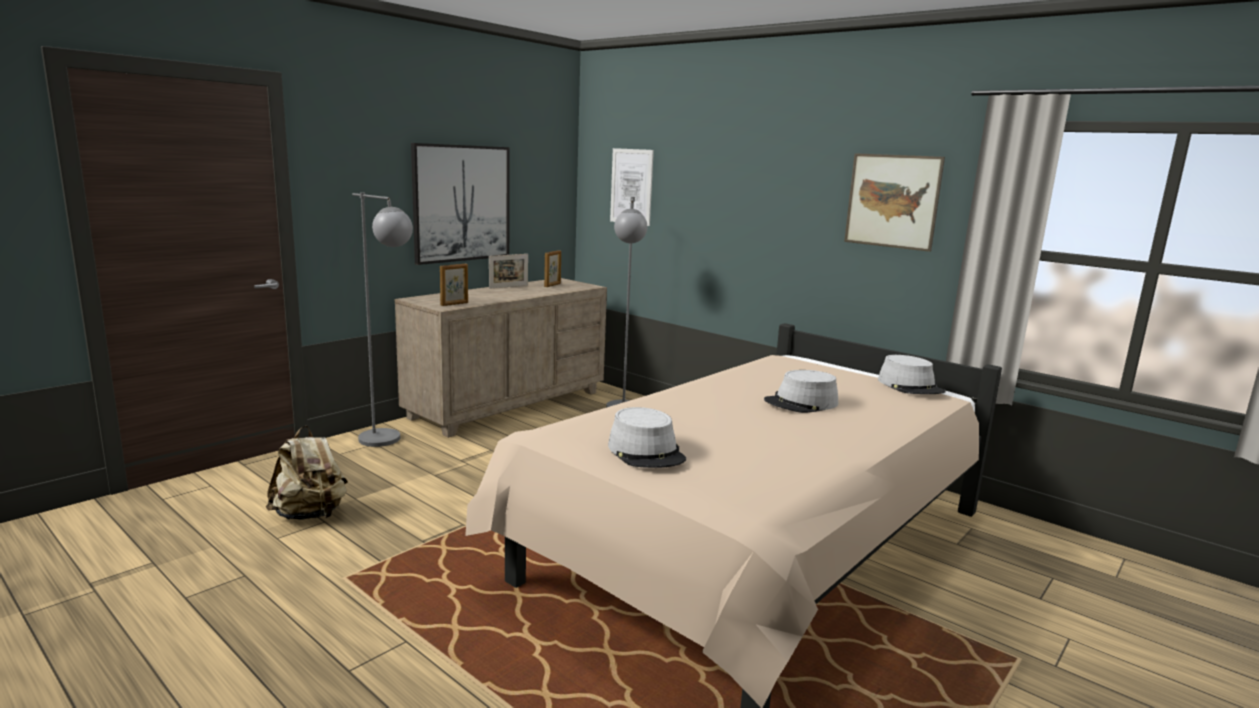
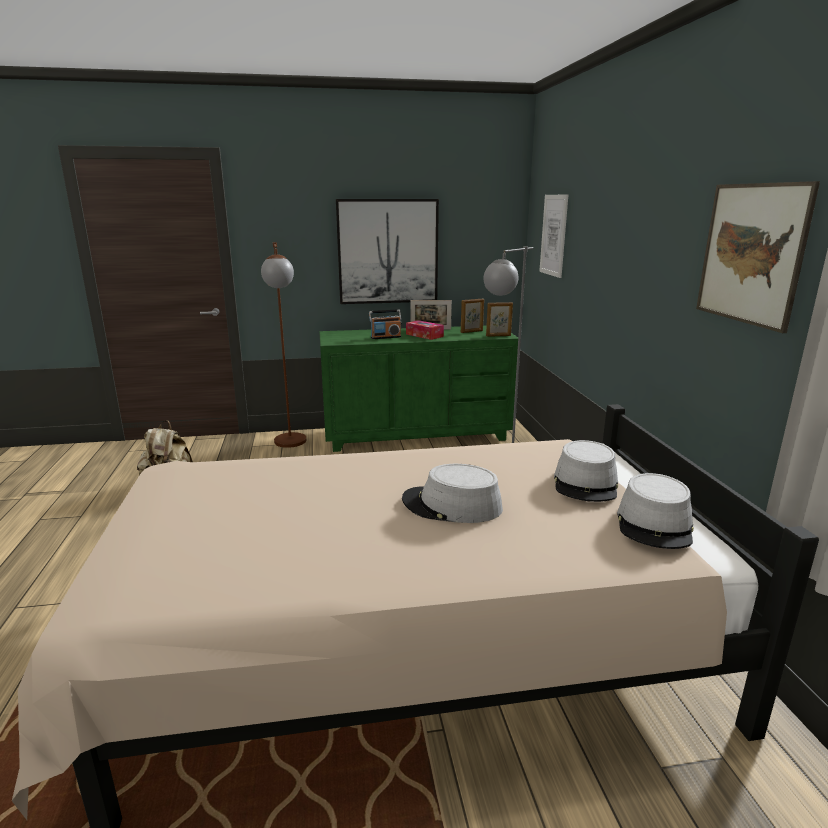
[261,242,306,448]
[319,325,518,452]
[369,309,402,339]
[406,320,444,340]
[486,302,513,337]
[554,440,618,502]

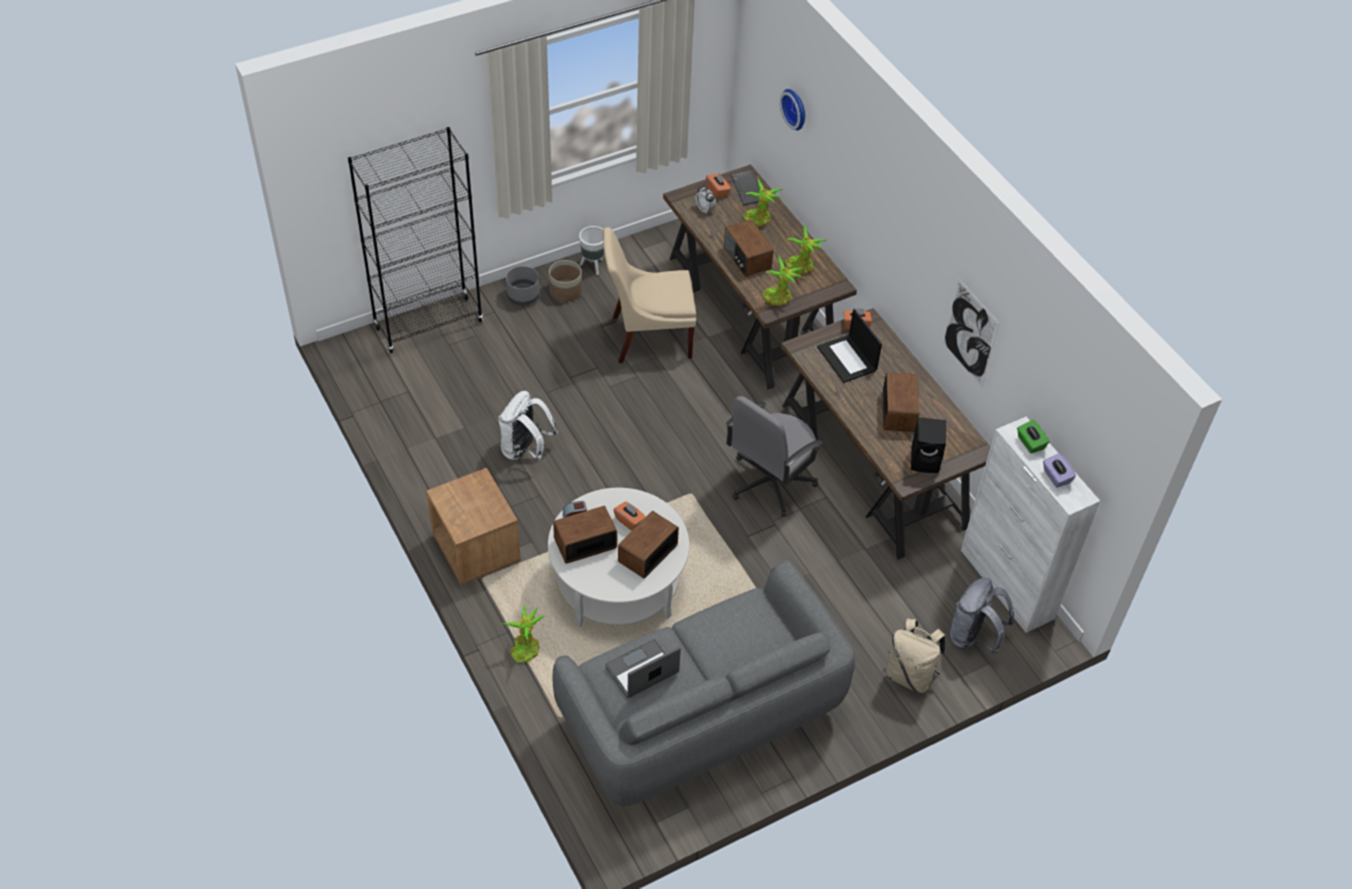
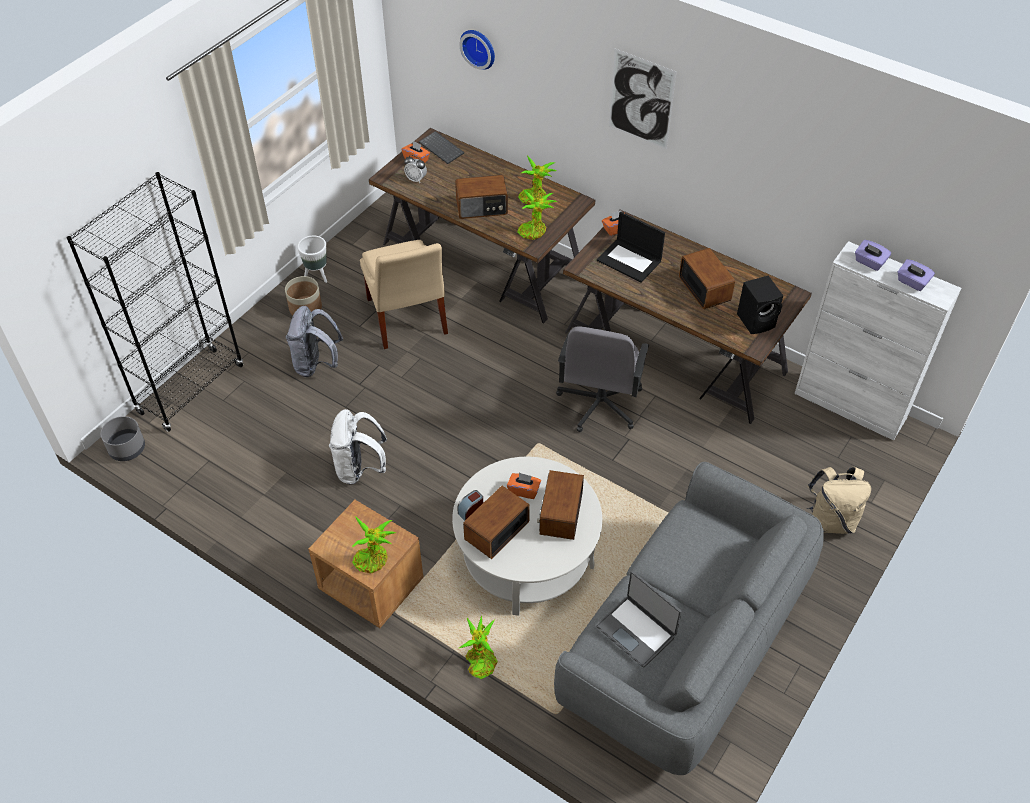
[101,416,145,461]
[286,306,343,377]
[352,516,396,573]
[360,240,448,349]
[455,175,508,219]
[596,571,682,668]
[609,49,676,149]
[855,240,891,271]

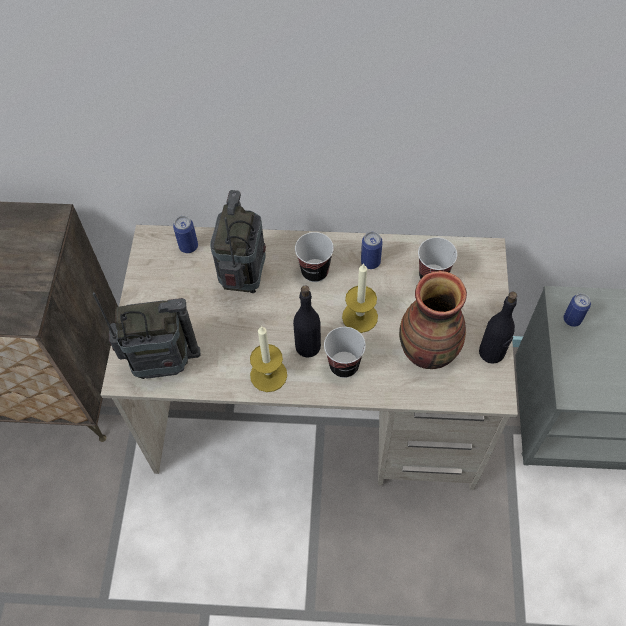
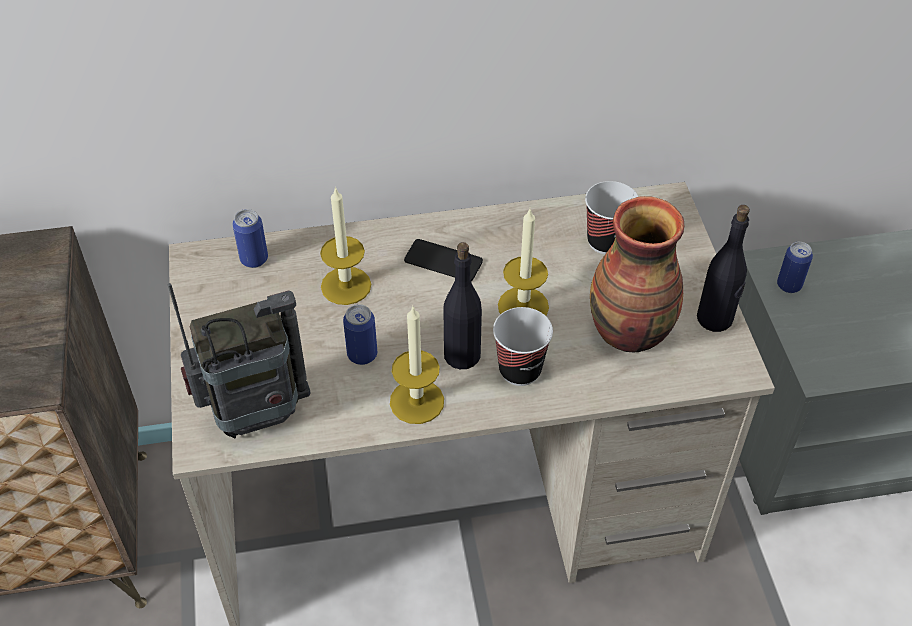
[320,186,371,305]
[343,304,377,365]
[404,239,483,281]

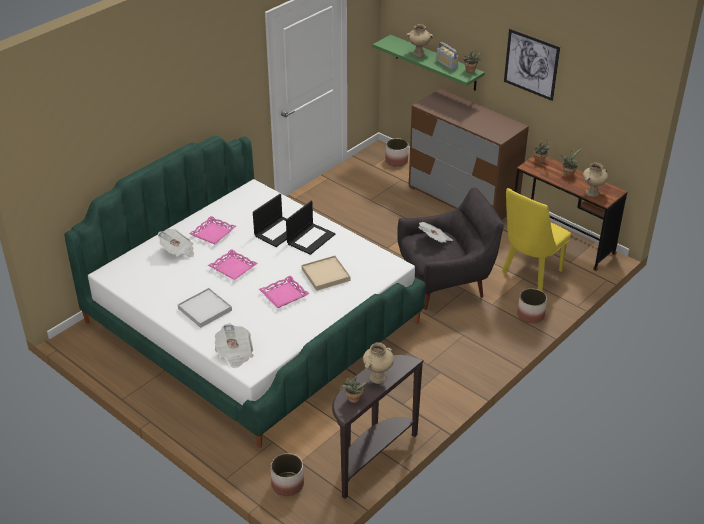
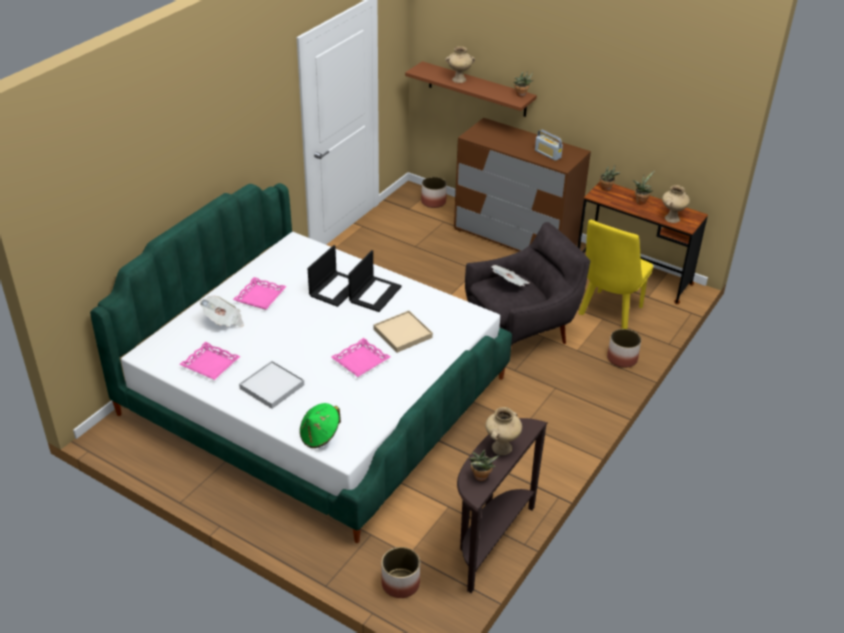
[179,342,240,380]
[300,403,341,448]
[405,61,537,117]
[535,130,563,161]
[504,29,560,101] (first image)

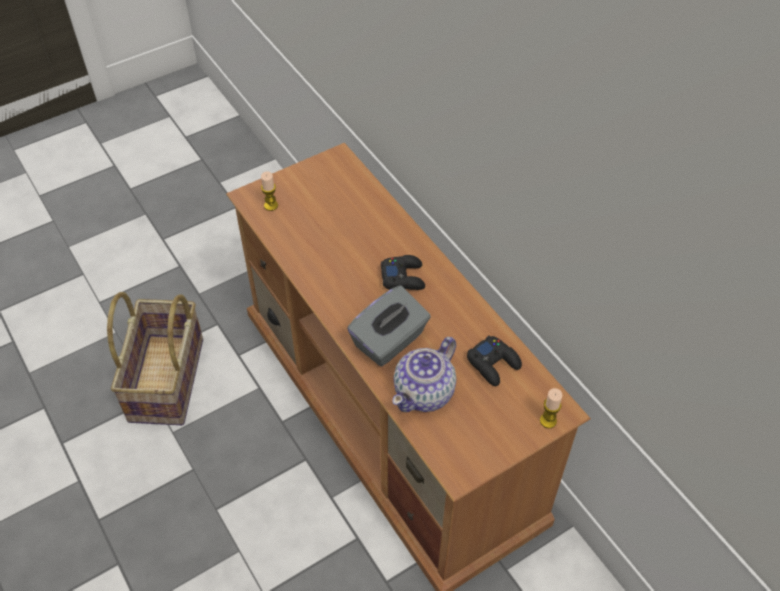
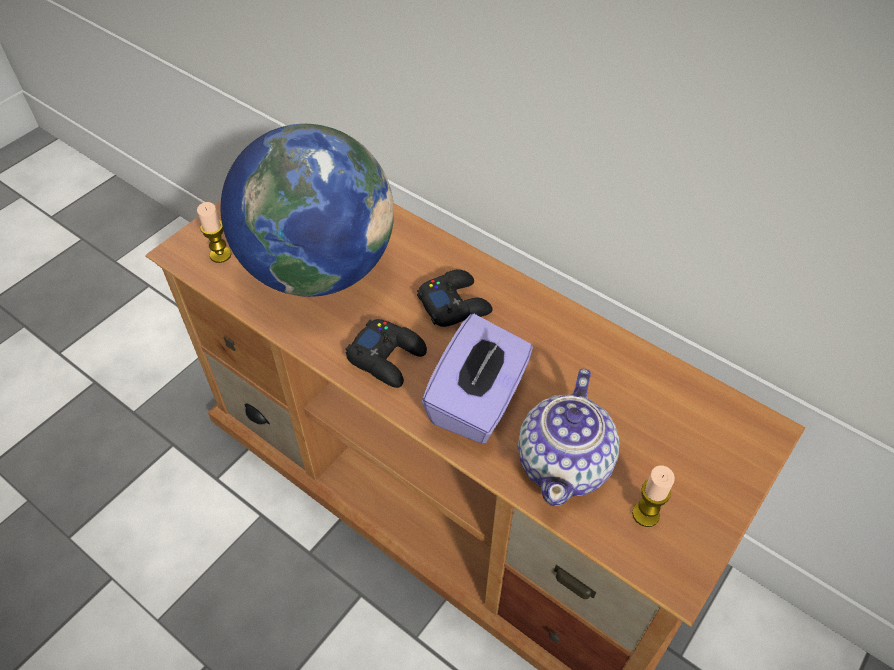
[220,124,394,297]
[346,319,427,388]
[422,314,533,444]
[632,465,675,527]
[107,292,203,425] (first image)

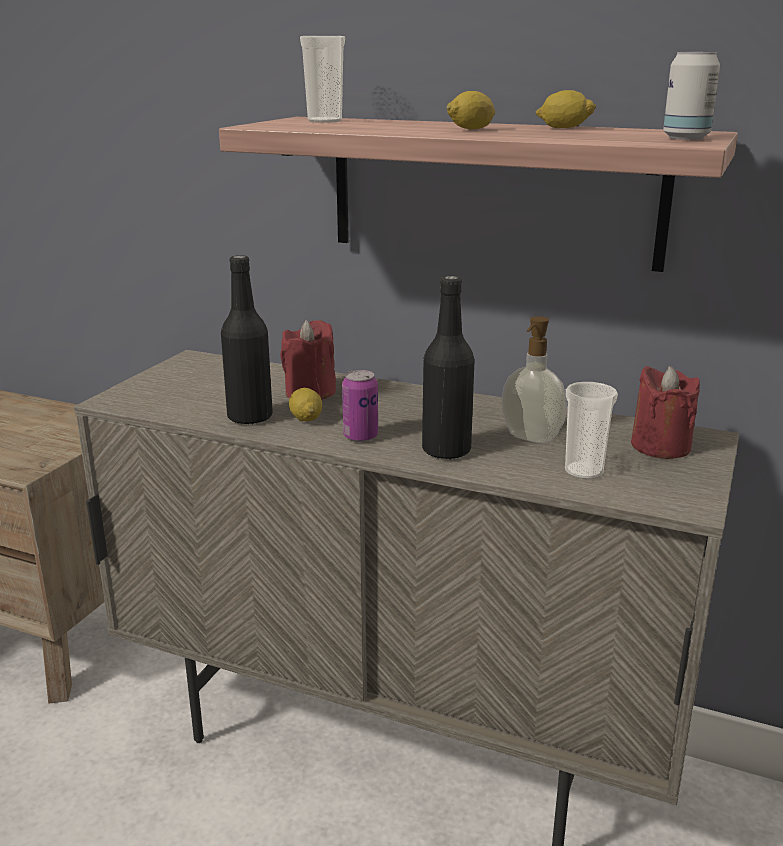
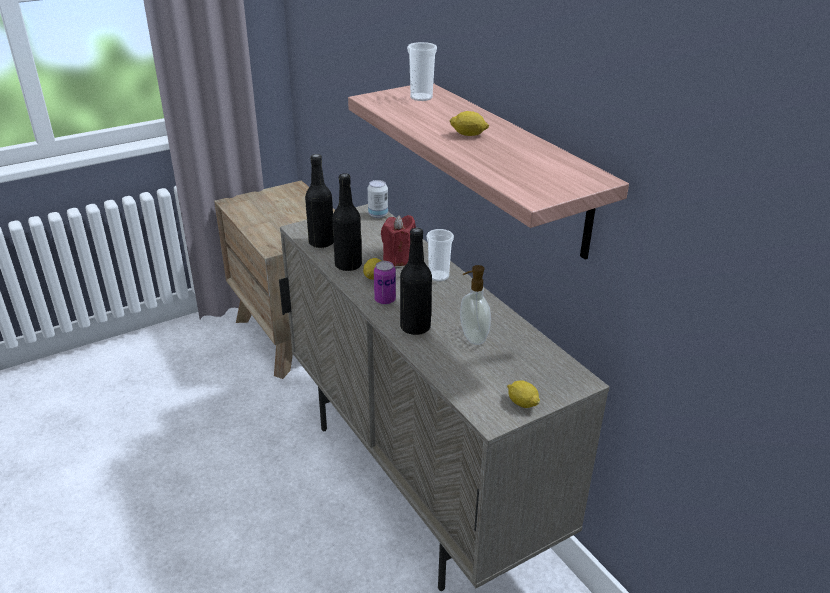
[305,154,334,248]
[368,180,388,218]
[426,229,454,282]
[507,381,540,408]
[631,366,700,459] (first image)

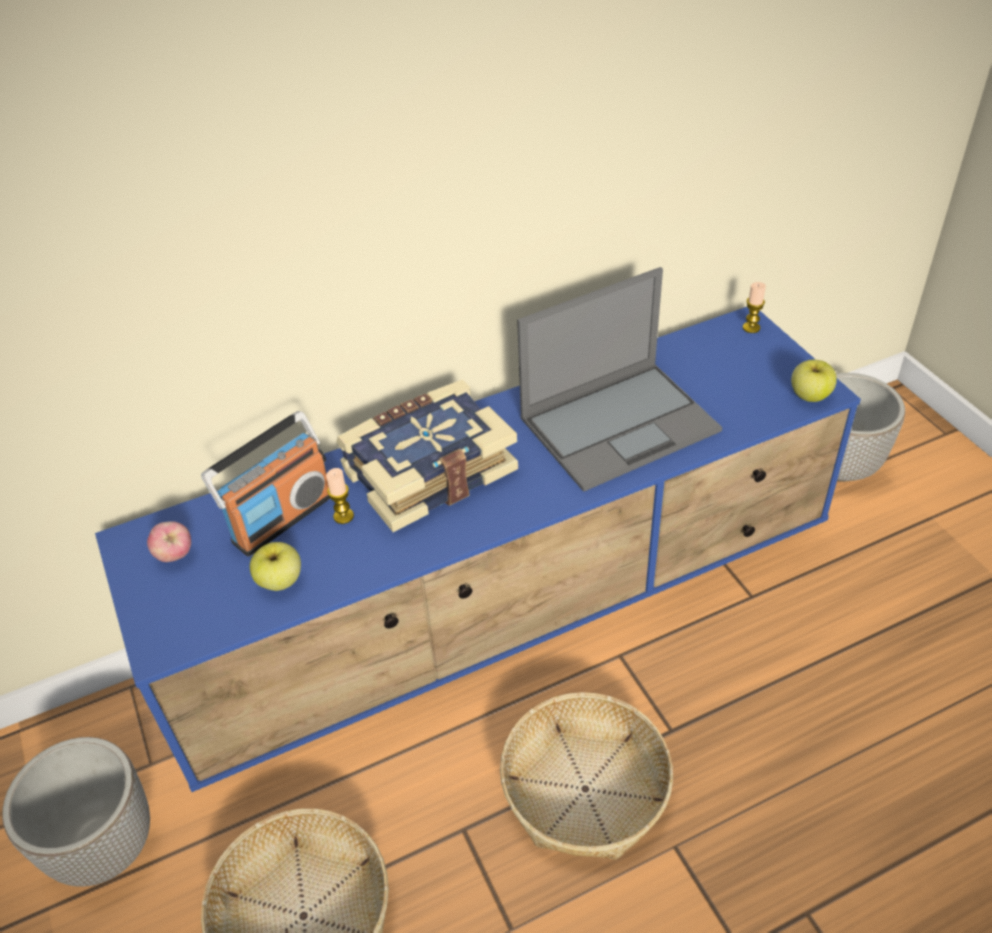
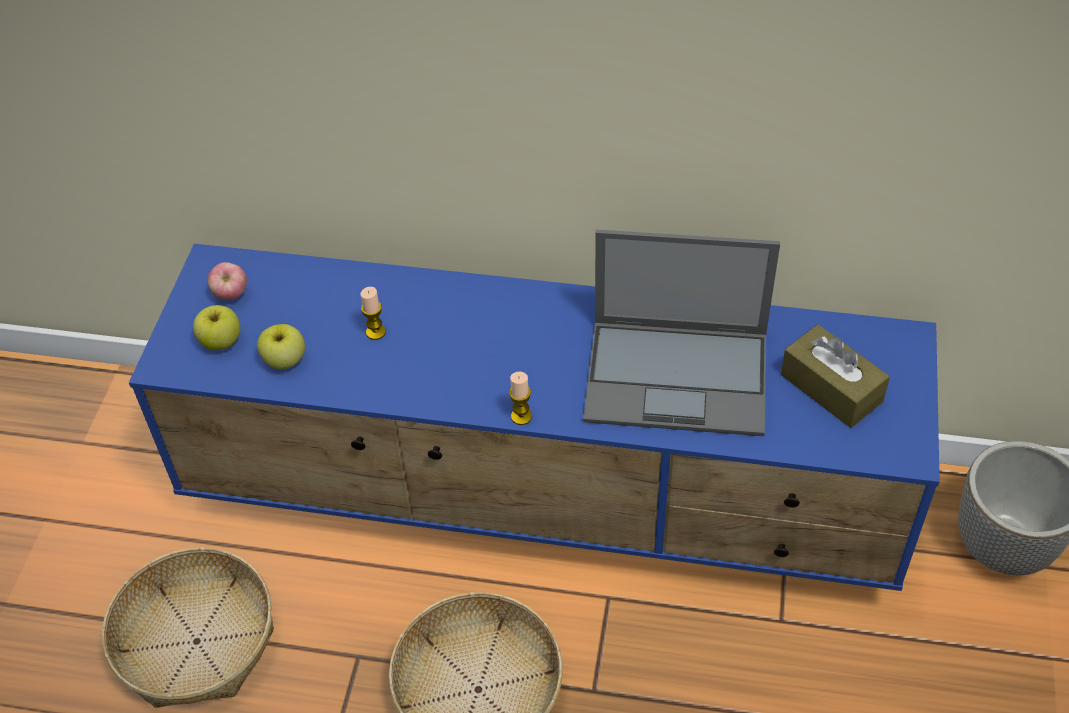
[193,305,240,350]
[509,372,532,425]
[781,324,890,428]
[2,737,150,887] (first image)
[201,411,330,557] (first image)
[336,380,518,532] (first image)

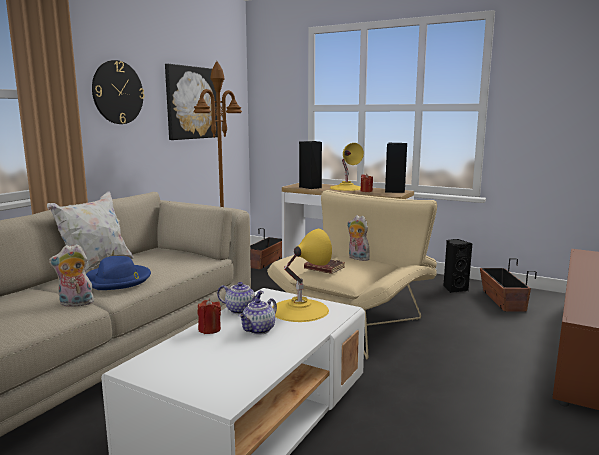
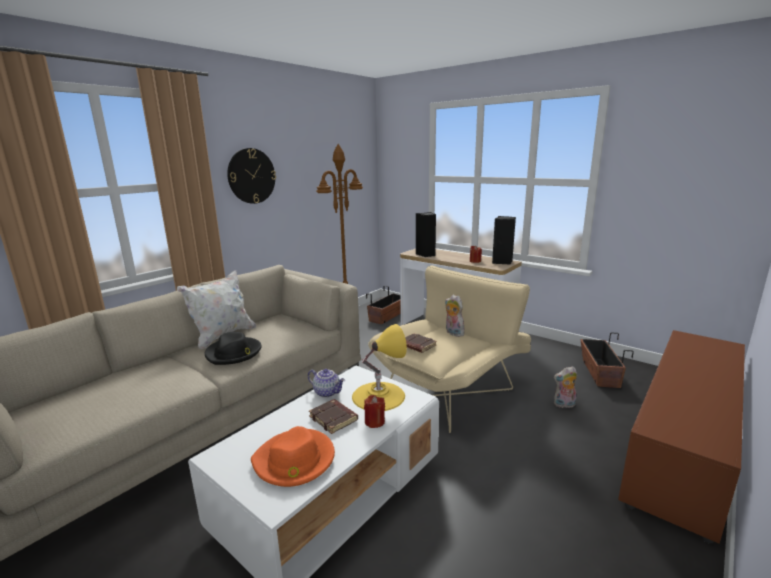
[205,332,262,365]
[251,426,335,487]
[309,399,358,434]
[364,395,385,428]
[554,366,577,408]
[165,64,218,140] (first image)
[330,143,364,191] (first image)
[443,239,472,293] (first image)

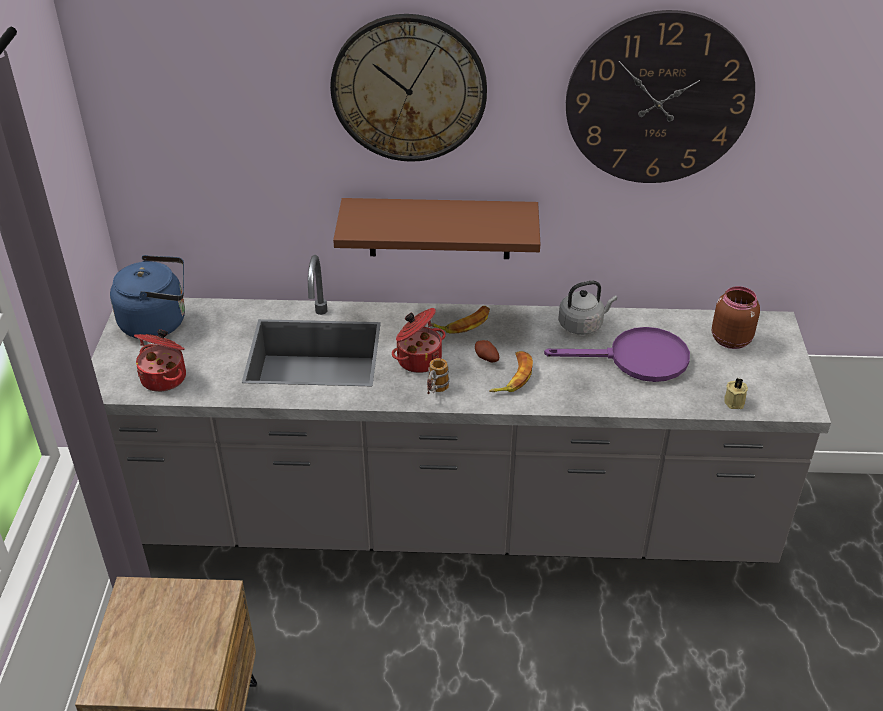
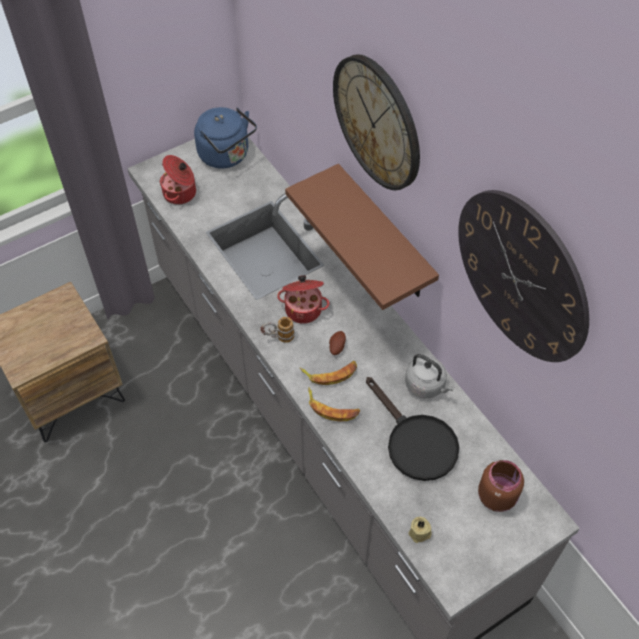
[308,387,360,421]
[366,377,460,481]

